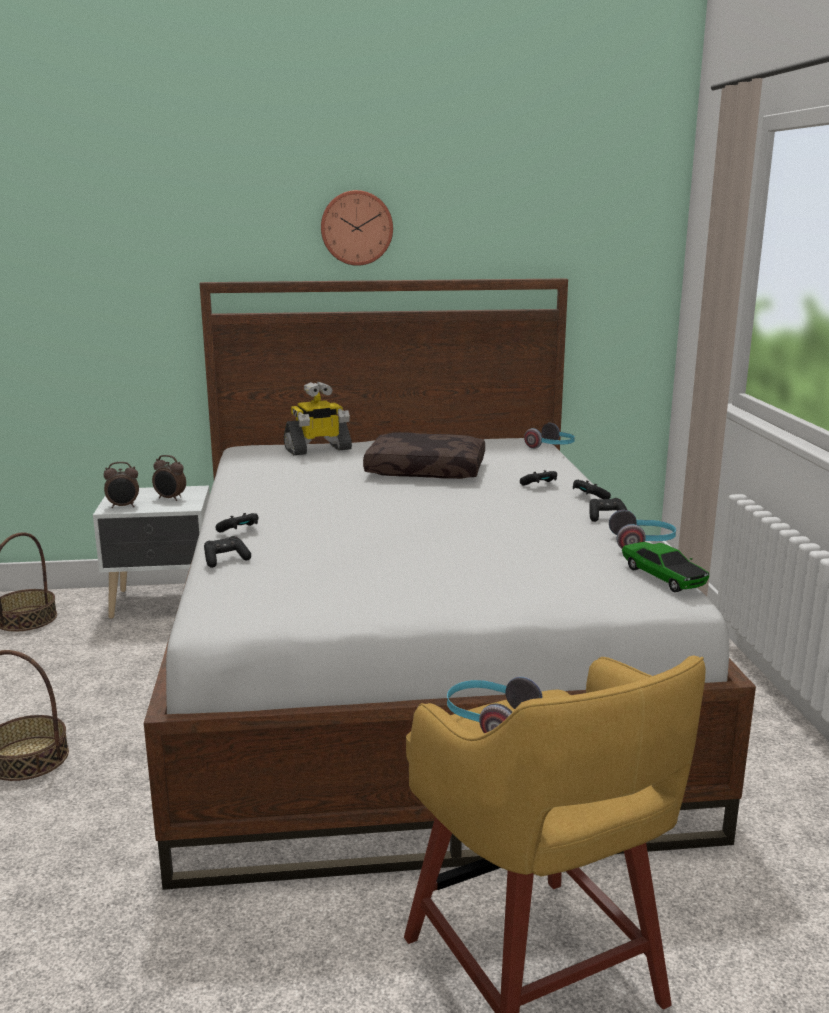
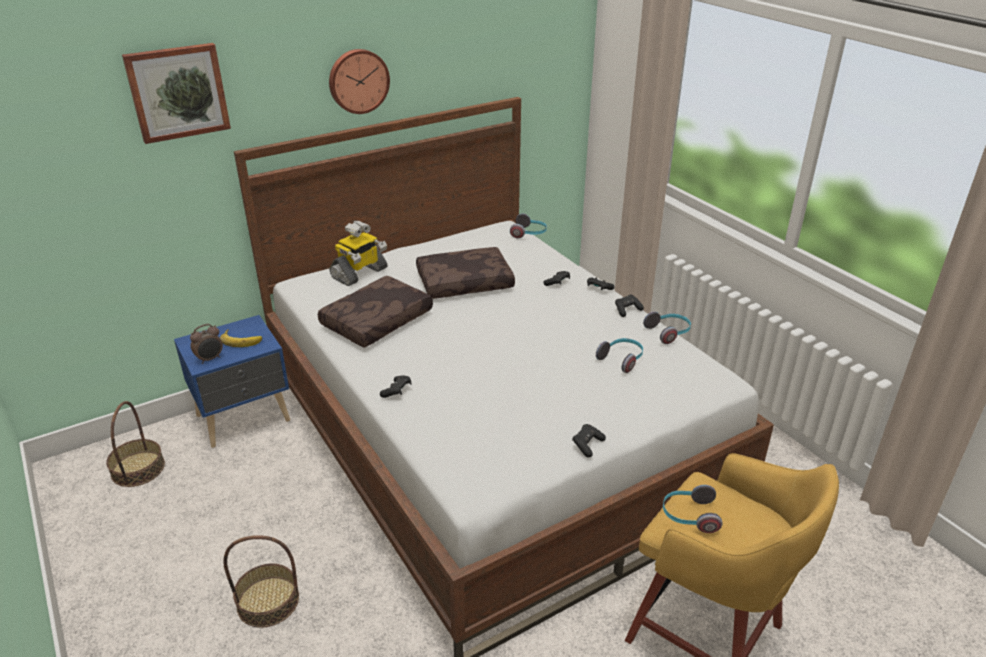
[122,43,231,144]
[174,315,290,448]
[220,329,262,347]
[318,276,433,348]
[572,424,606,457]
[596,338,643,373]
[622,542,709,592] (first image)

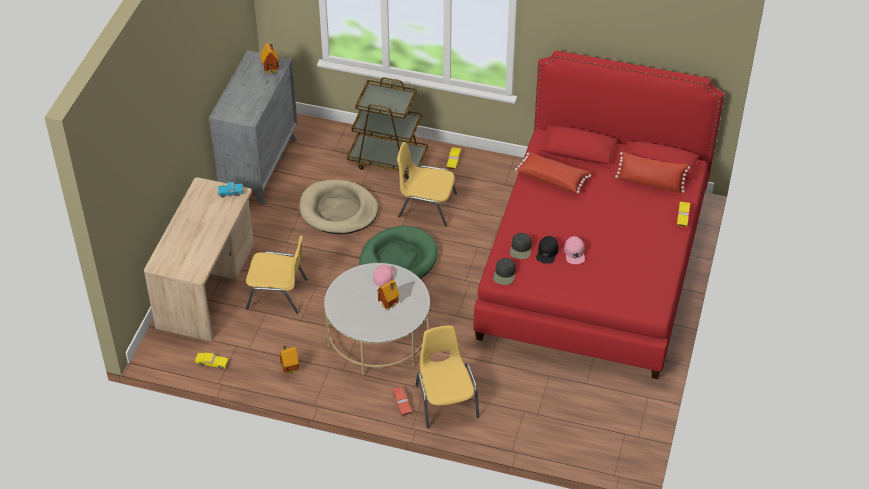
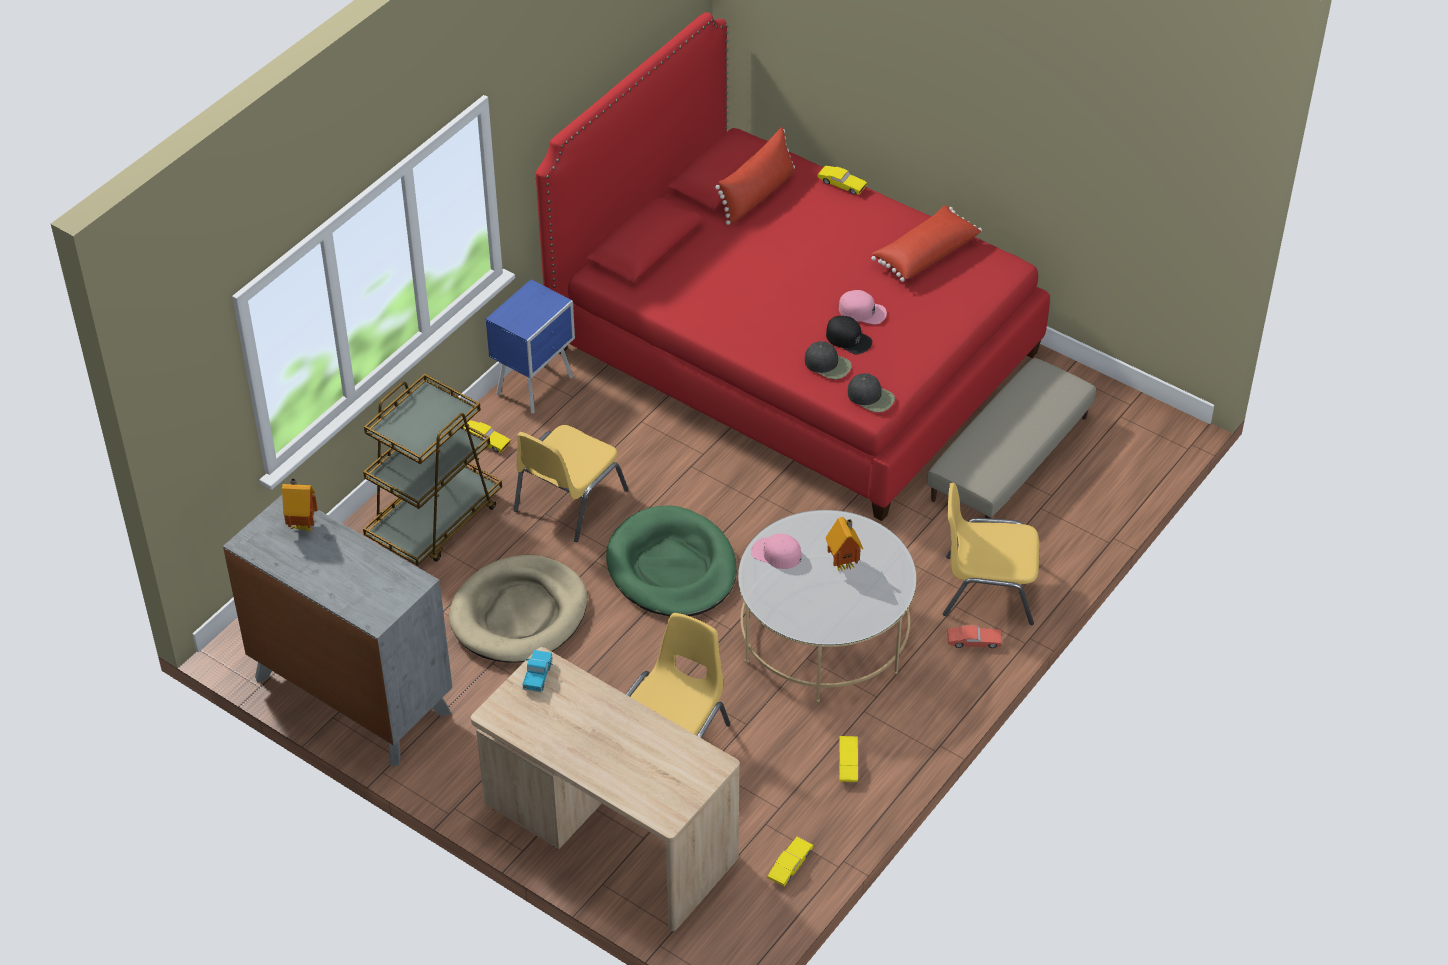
[486,280,575,414]
[839,736,858,782]
[871,205,982,282]
[927,358,1096,519]

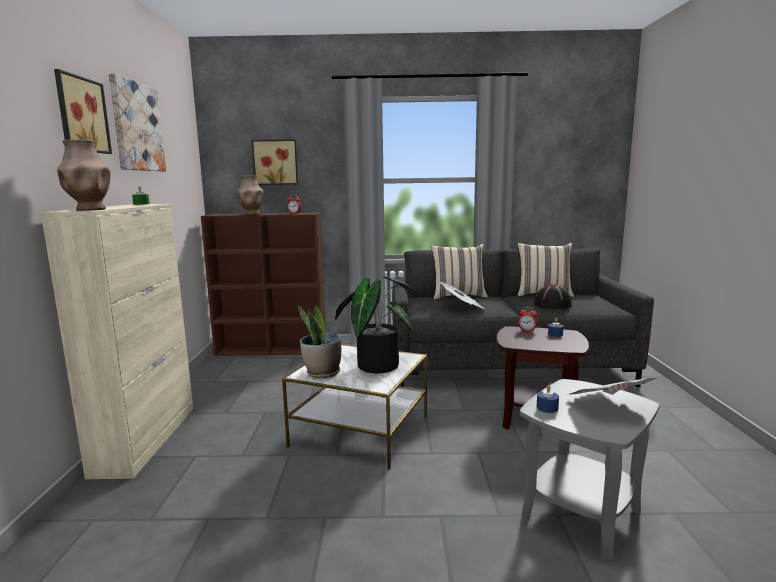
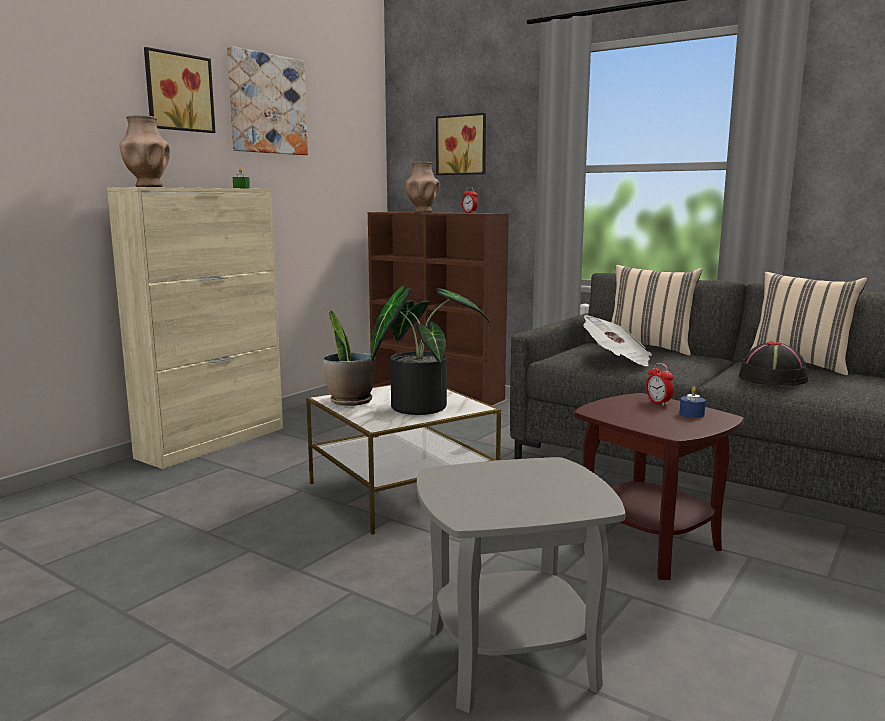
[537,385,559,413] (first image)
[568,378,657,395] (first image)

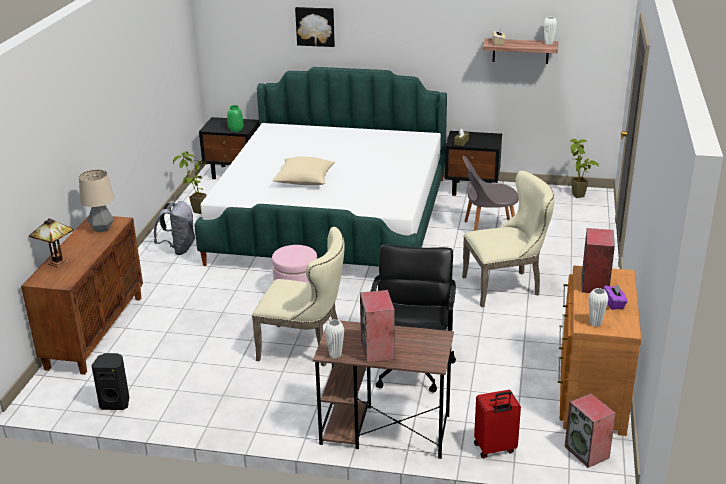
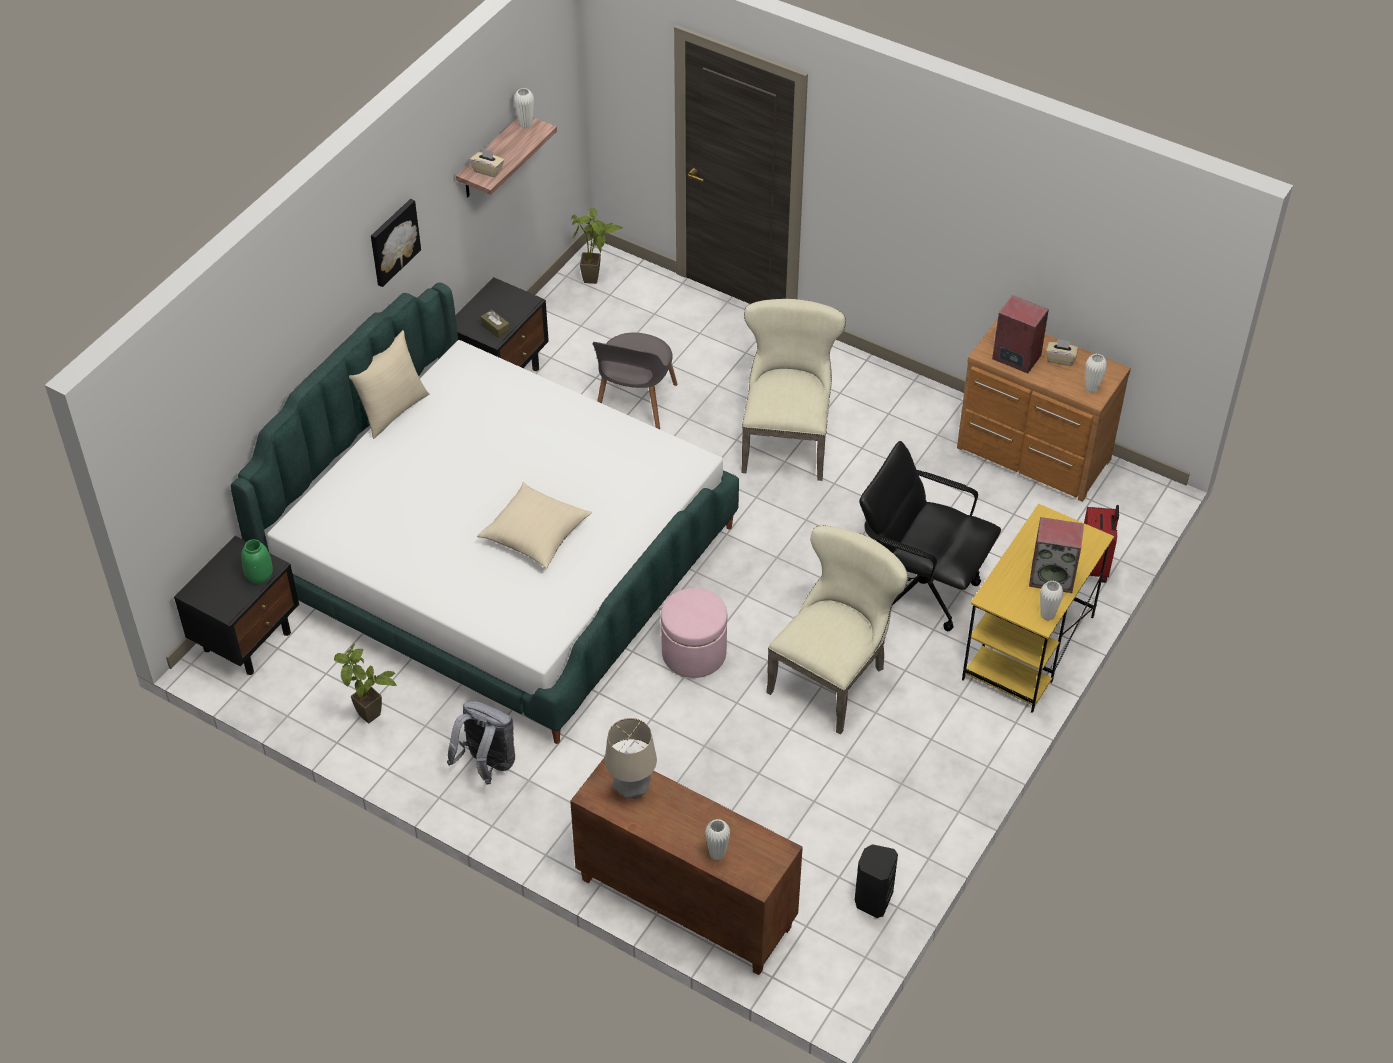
[349,330,430,439]
[371,199,421,287]
[705,819,730,860]
[962,504,1114,713]
[1046,339,1078,366]
[565,393,616,468] (first image)

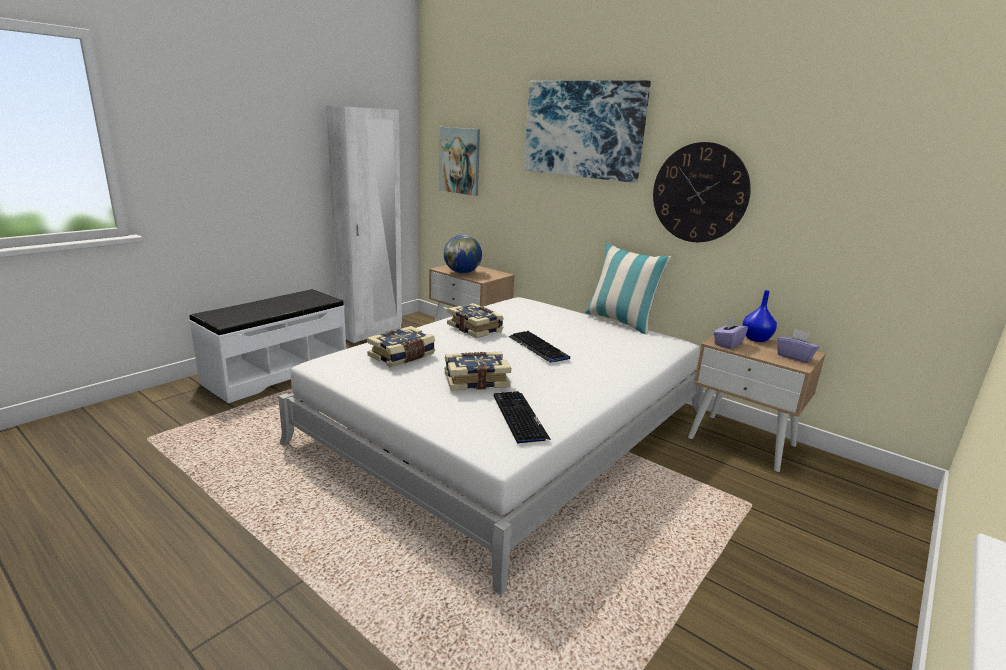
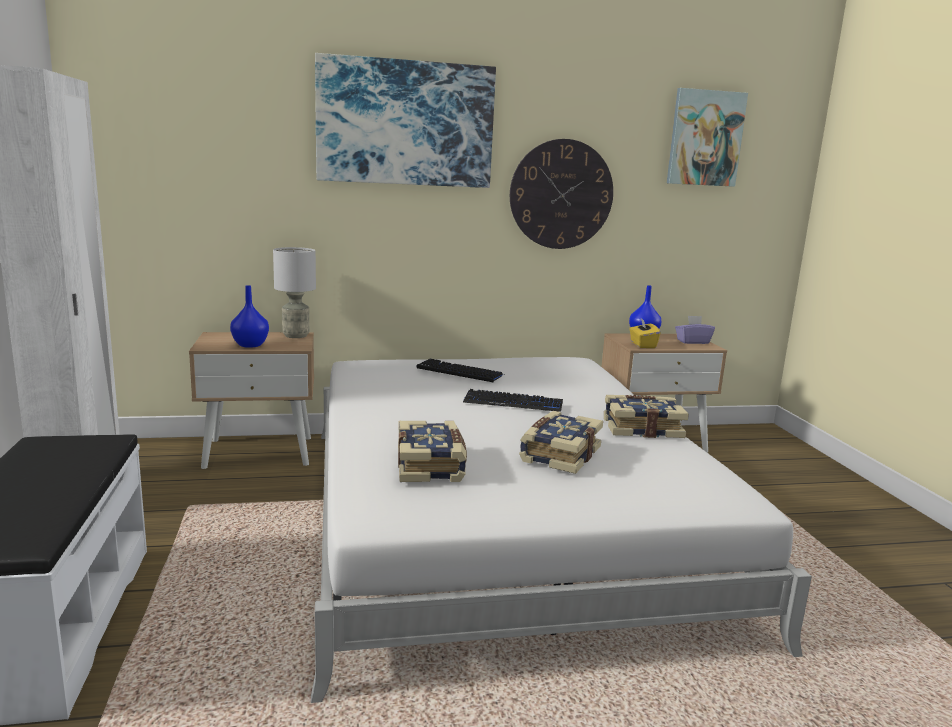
[230,285,269,348]
[273,247,316,338]
[416,359,503,383]
[604,395,689,438]
[629,318,661,348]
[667,88,748,187]
[585,243,672,334] (first image)

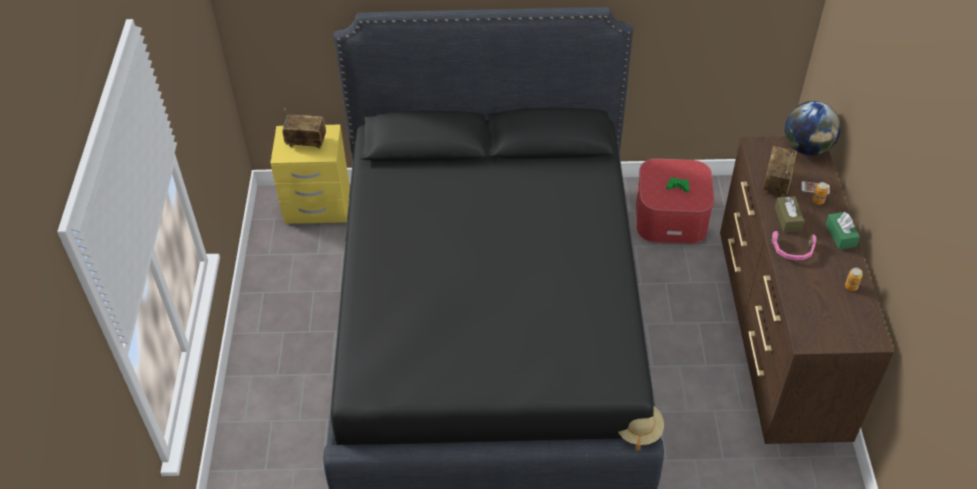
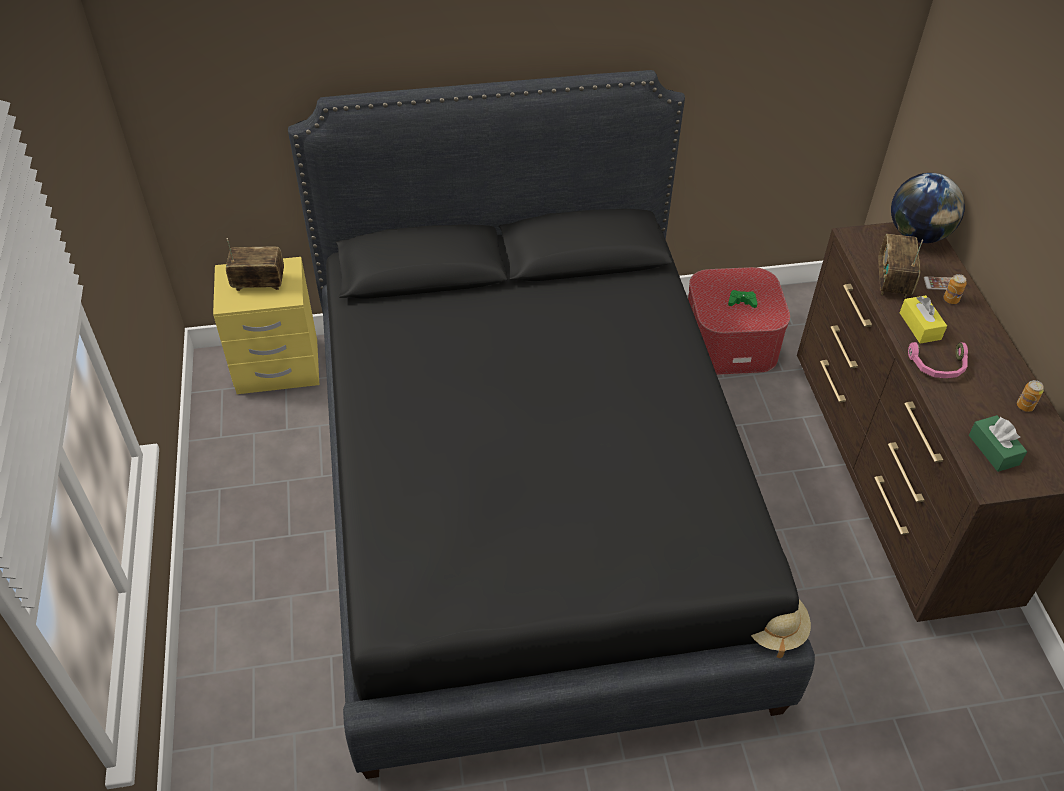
[900,295,947,343]
[969,415,1027,472]

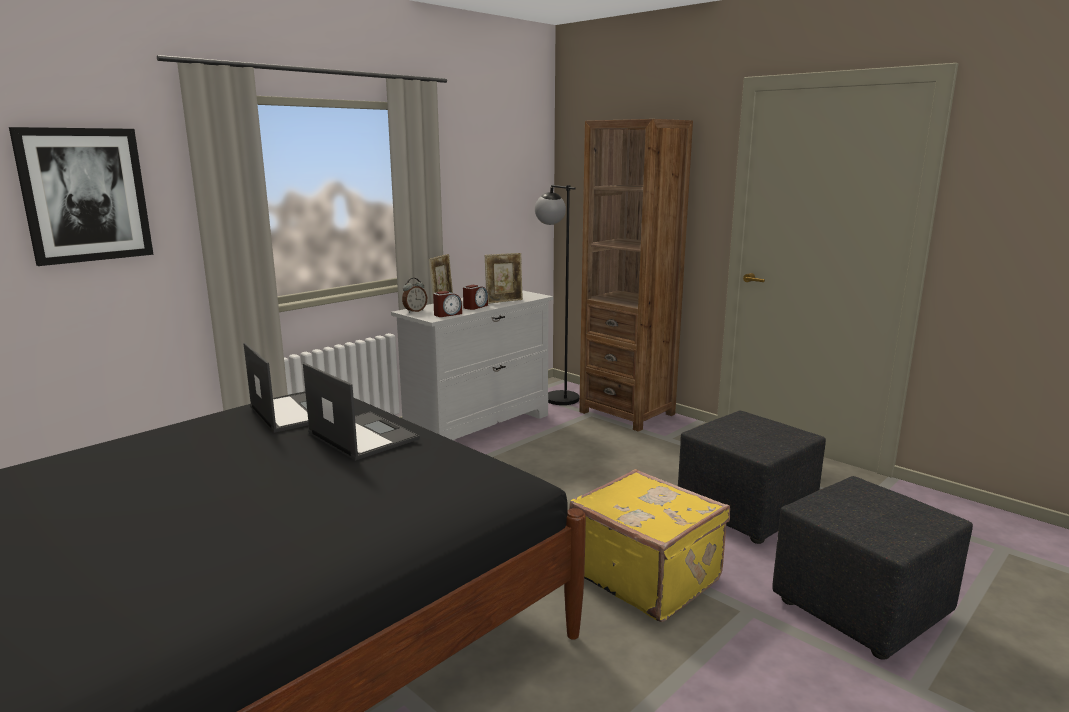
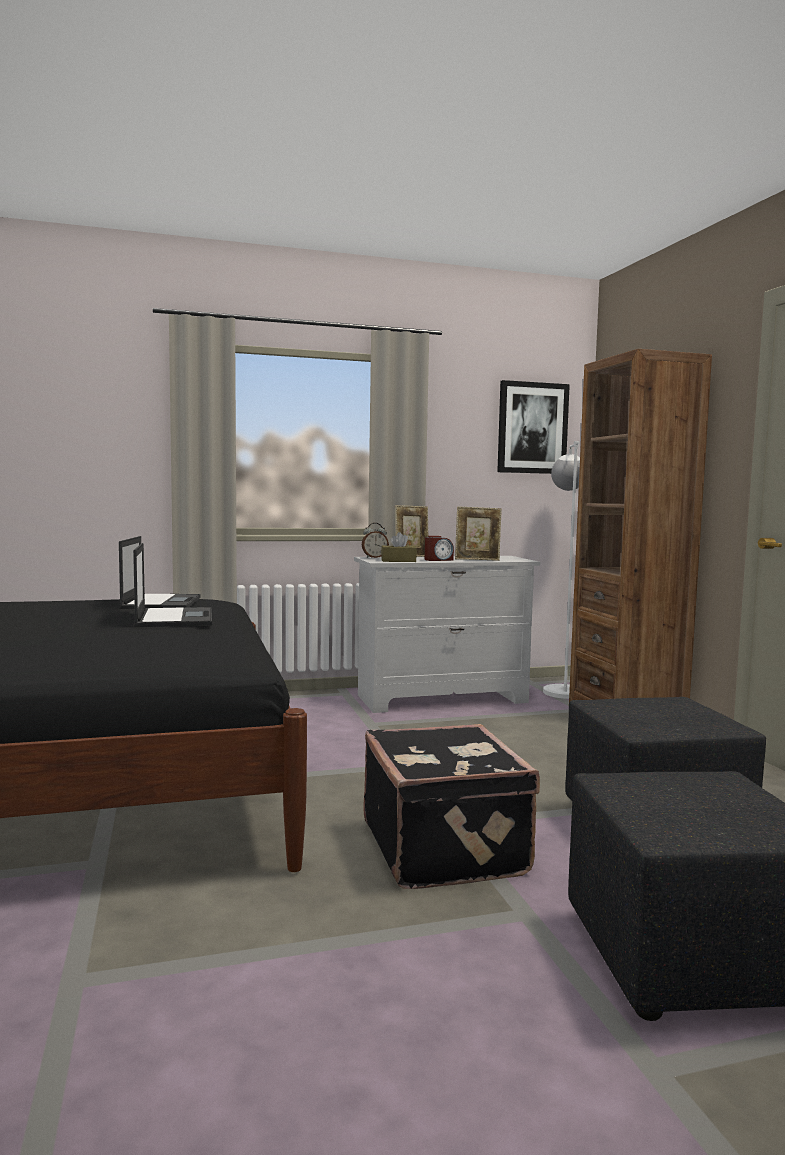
[363,724,540,889]
[381,532,417,562]
[497,380,570,474]
[543,441,580,699]

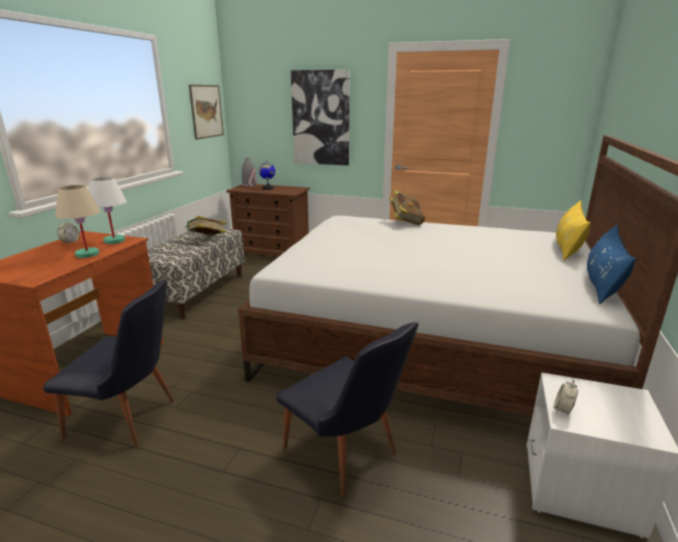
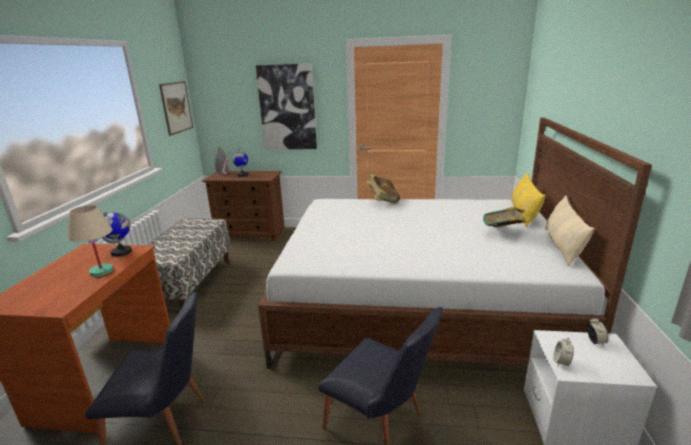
[102,212,132,257]
[483,206,527,228]
[545,196,595,266]
[587,317,608,347]

